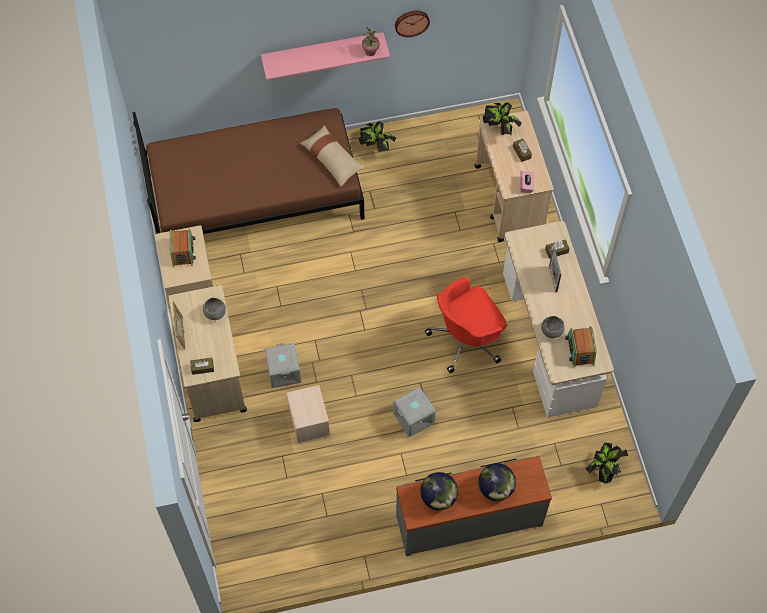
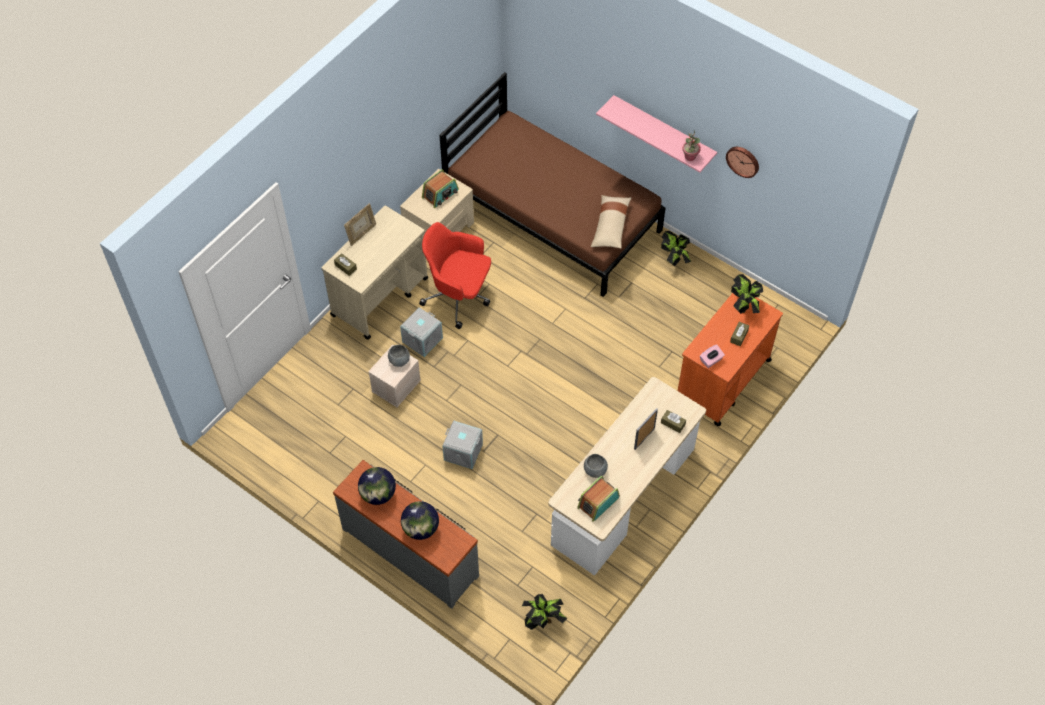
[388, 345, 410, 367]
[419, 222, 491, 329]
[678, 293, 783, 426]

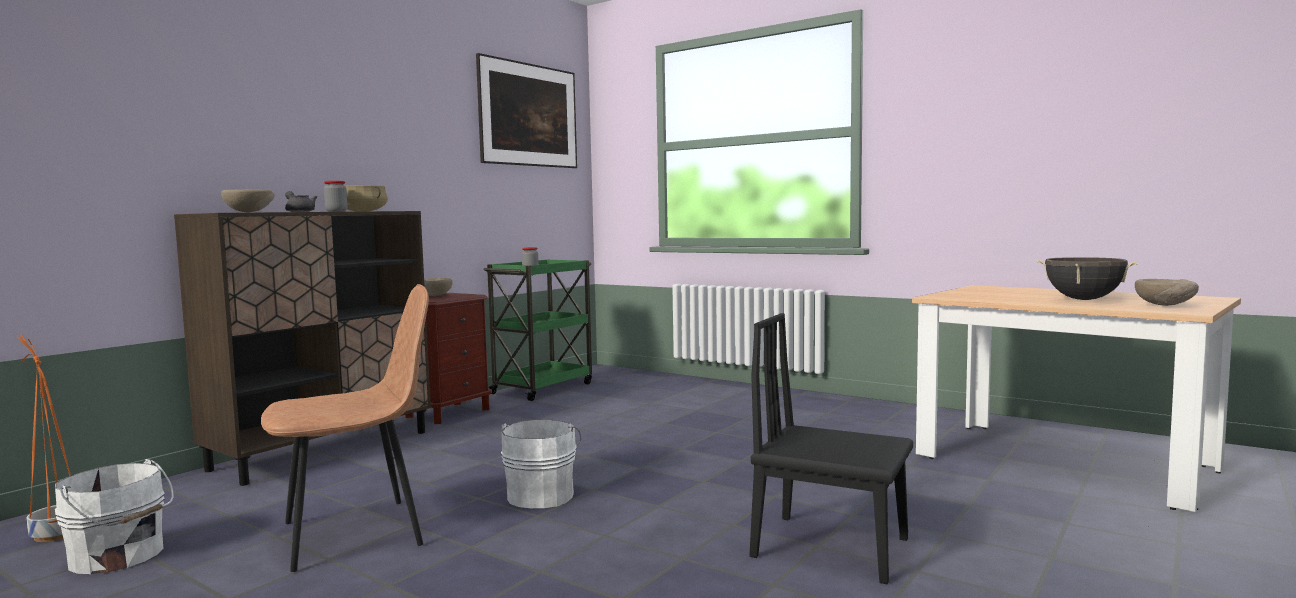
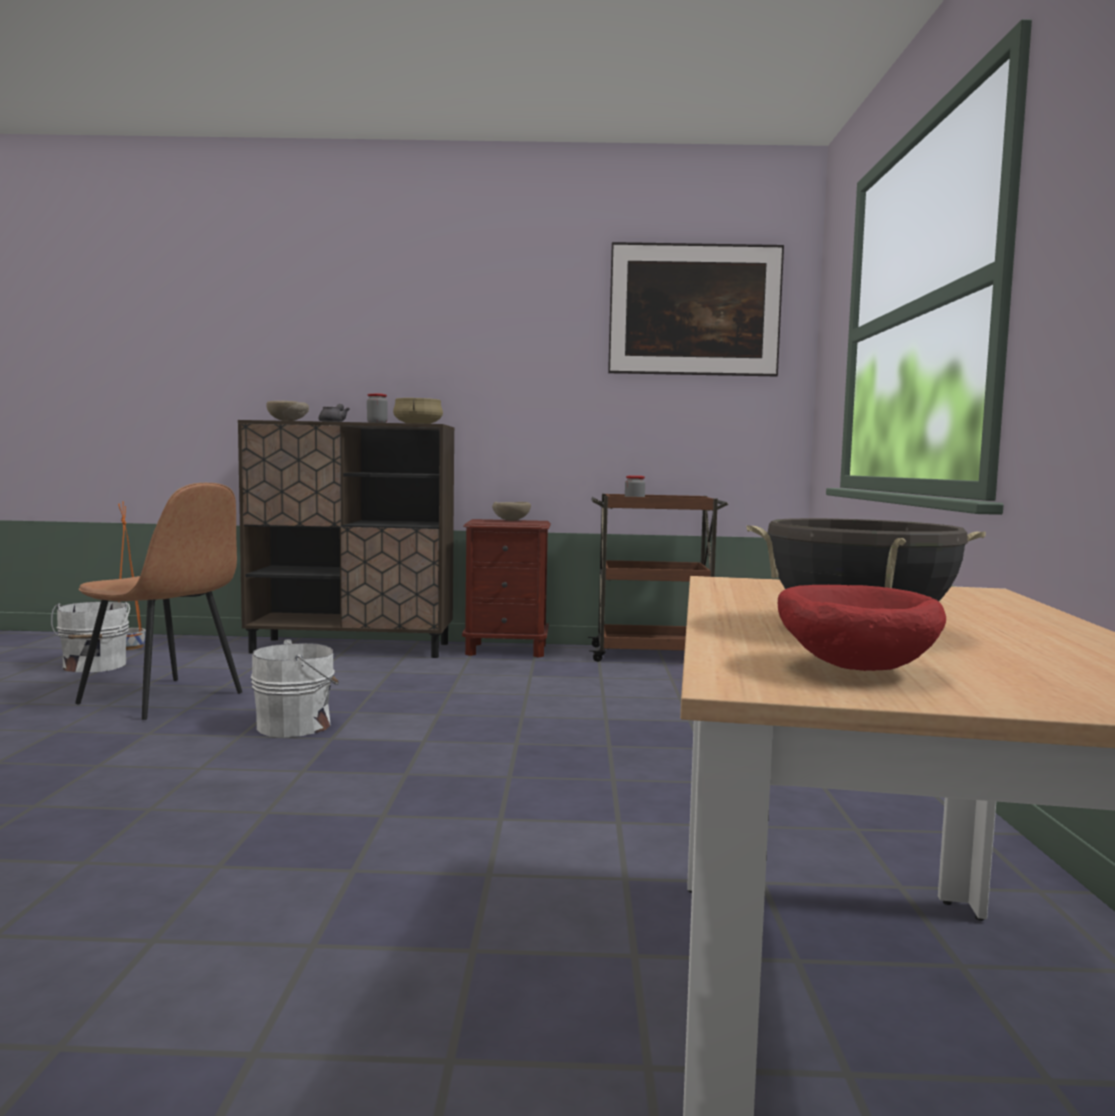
[588, 494, 728, 662]
[778, 585, 946, 671]
[750, 313, 913, 584] (first image)

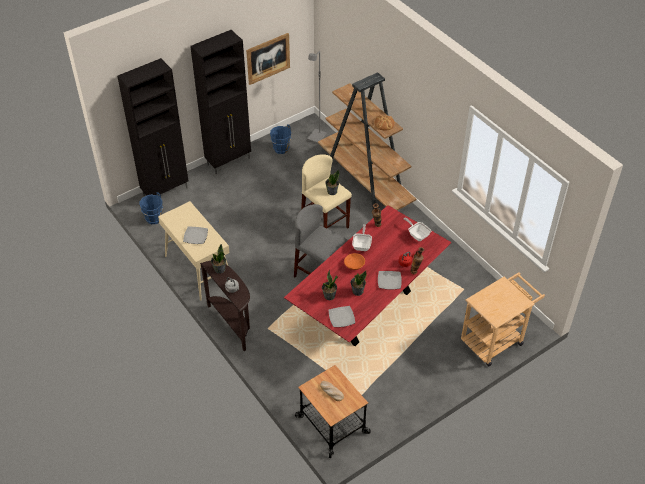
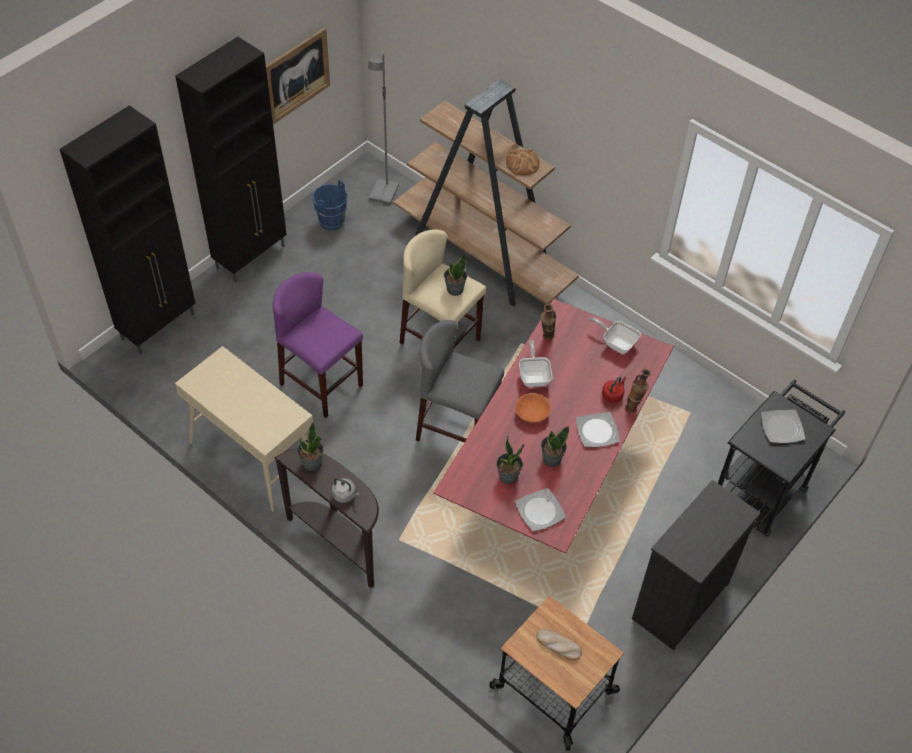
[273, 272, 363, 418]
[632, 480, 761, 650]
[718, 379, 845, 537]
[761, 410, 805, 443]
[140, 192, 163, 224] (first image)

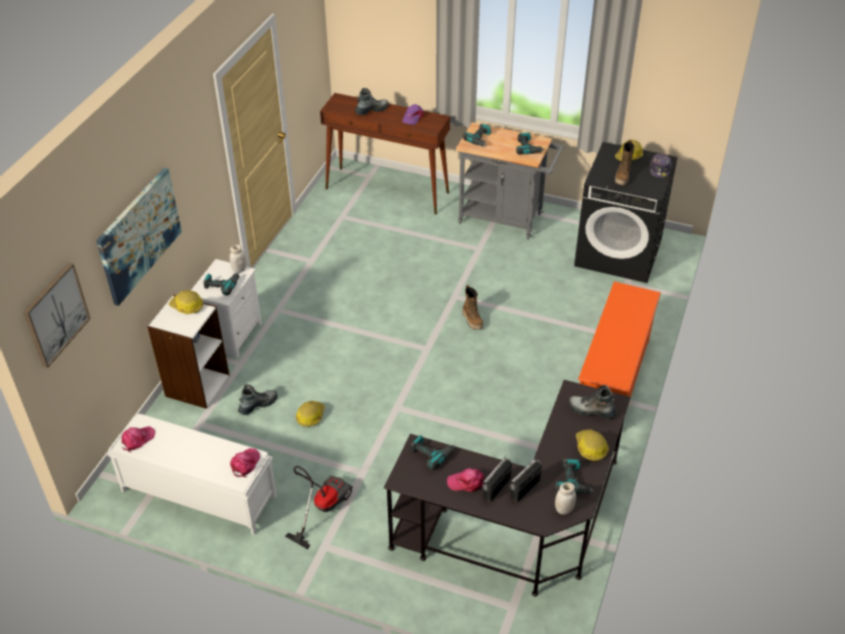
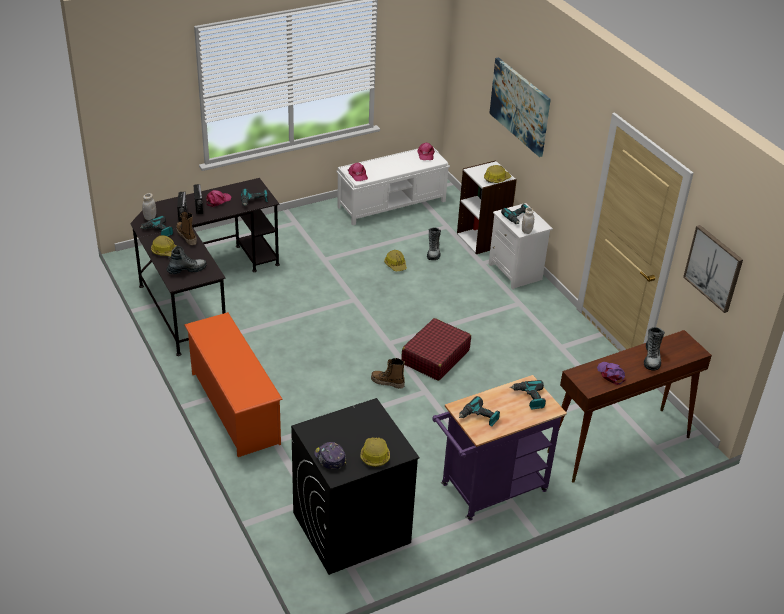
[176, 212, 197, 245]
[401, 318, 471, 381]
[432, 375, 567, 521]
[683, 225, 743, 313]
[285, 466, 353, 550] (first image)

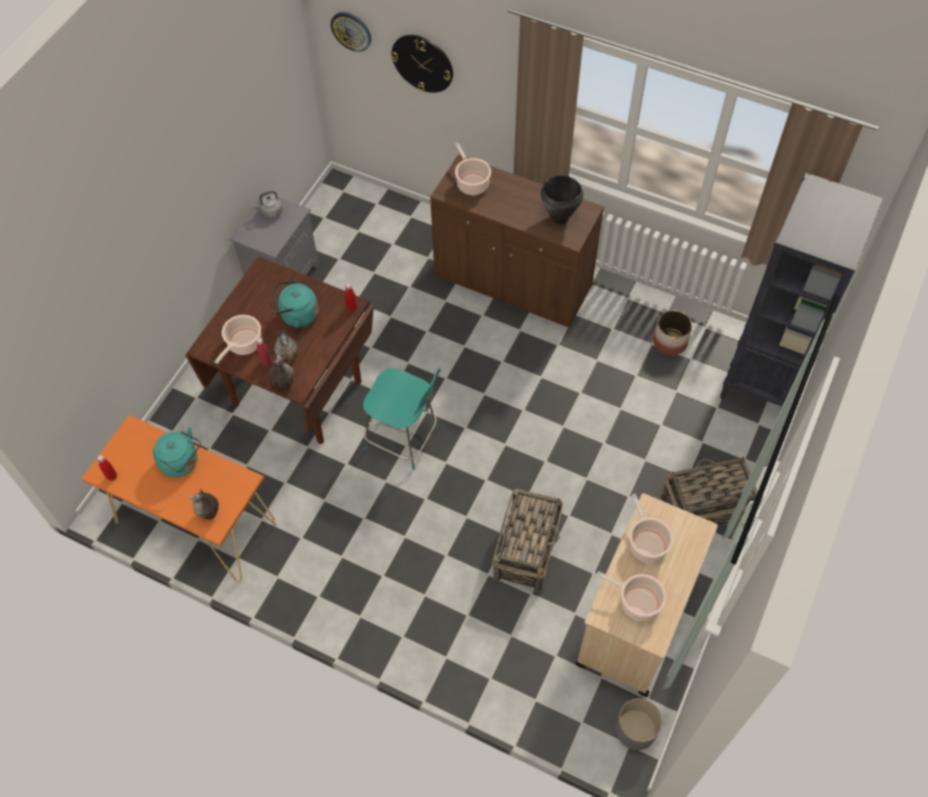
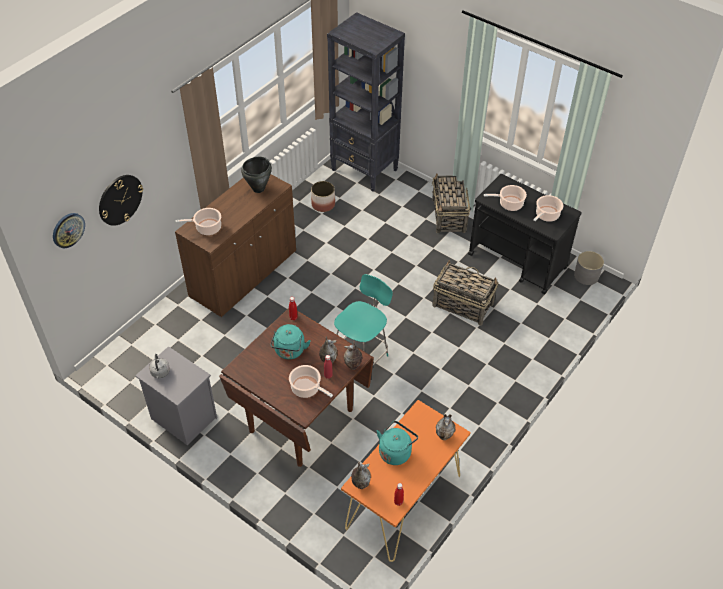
[351, 462, 371, 489]
[468, 174, 582, 294]

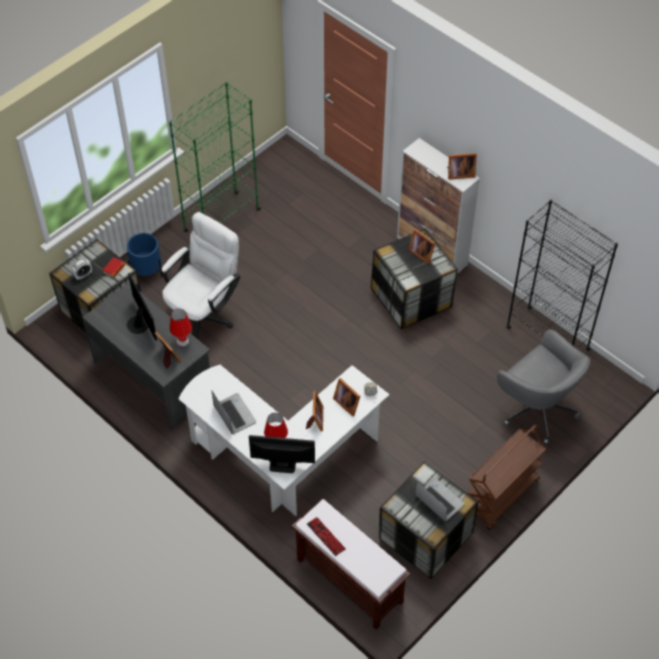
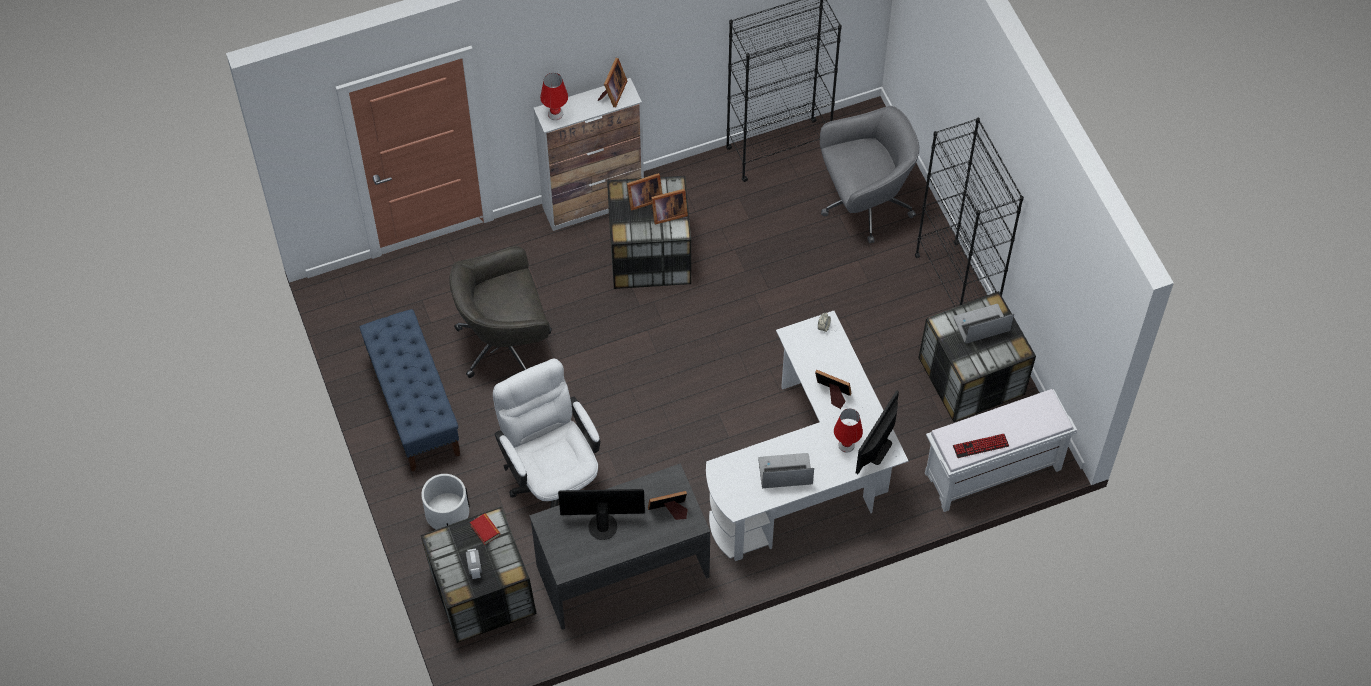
[359, 309, 460, 472]
[421, 474, 470, 530]
[449, 246, 552, 378]
[540, 73, 568, 120]
[651, 189, 688, 225]
[915, 118, 1024, 307]
[925, 389, 1077, 512]

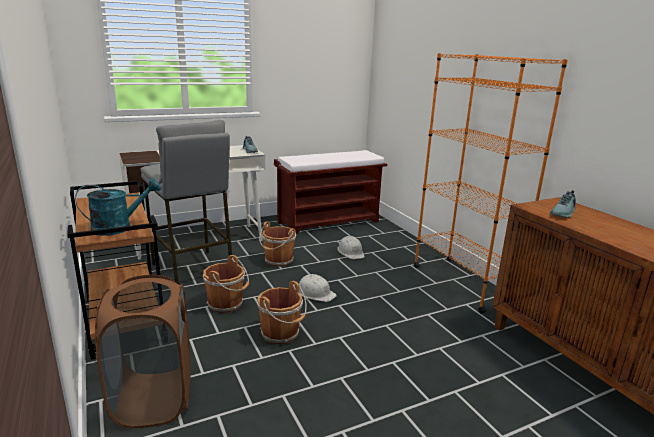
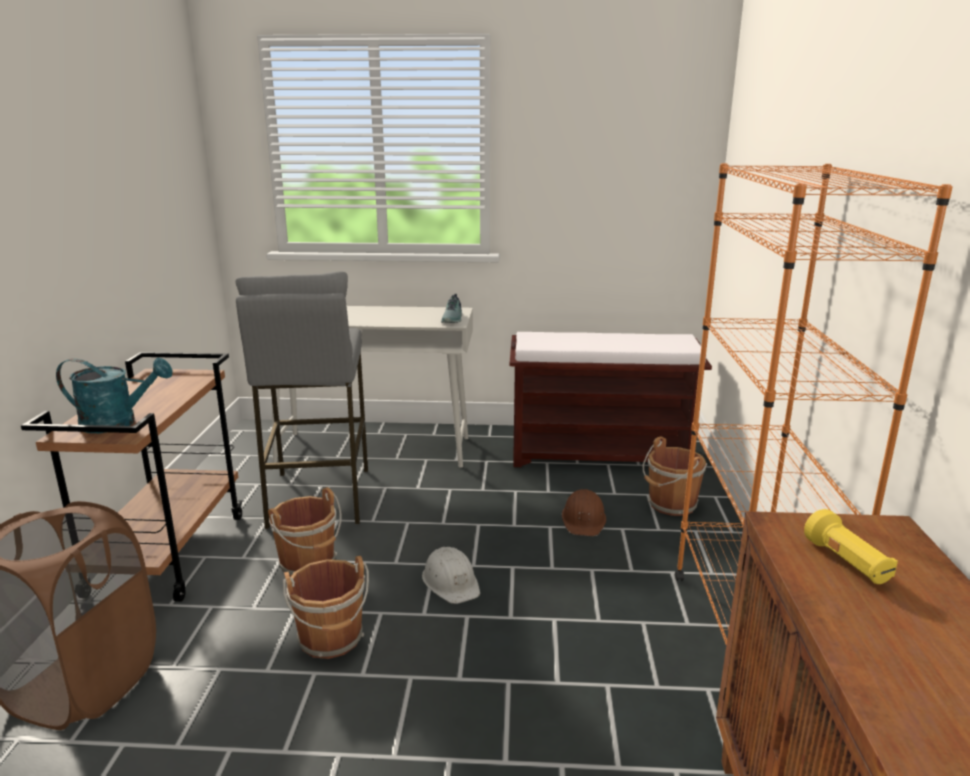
[562, 489, 606, 536]
[642, 437, 707, 516]
[804, 509, 898, 584]

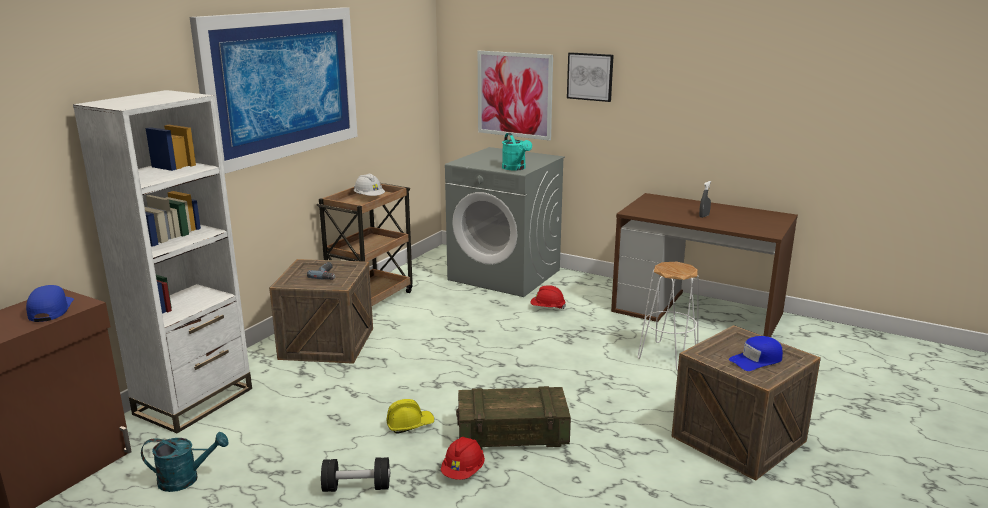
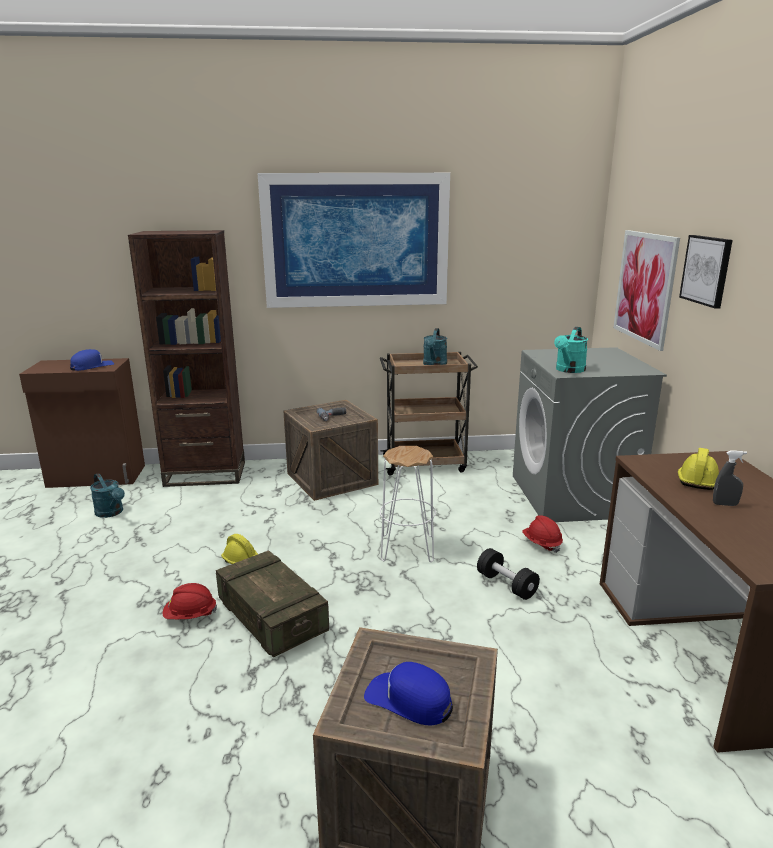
[128, 230, 245, 487]
[380, 446, 436, 562]
[423, 328, 447, 365]
[477, 548, 540, 600]
[678, 448, 719, 490]

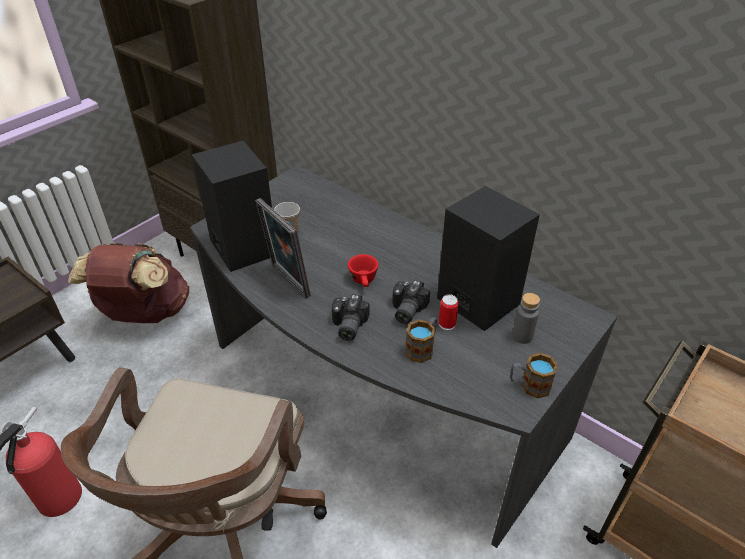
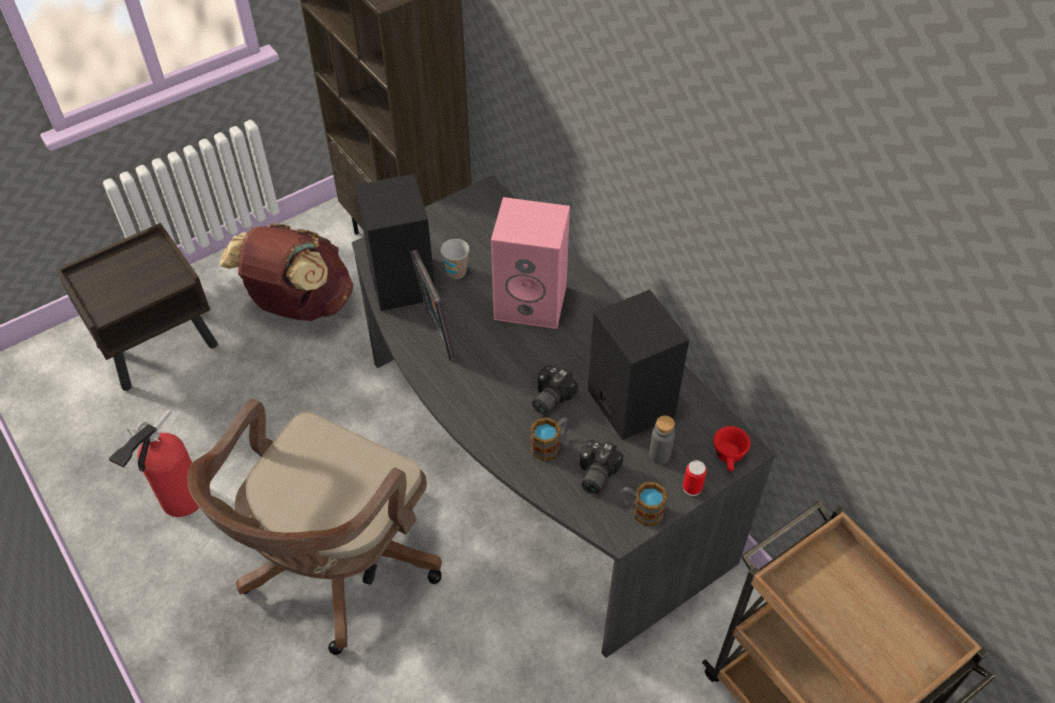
[491, 197, 570, 329]
[580, 440, 623, 494]
[683, 460, 707, 496]
[714, 426, 750, 471]

